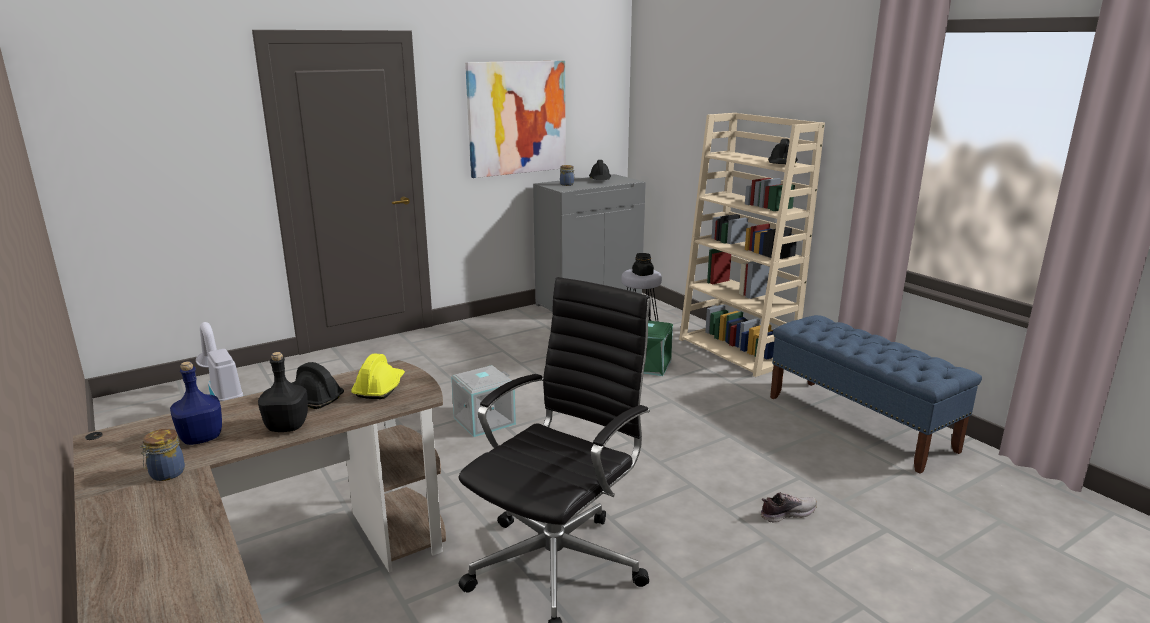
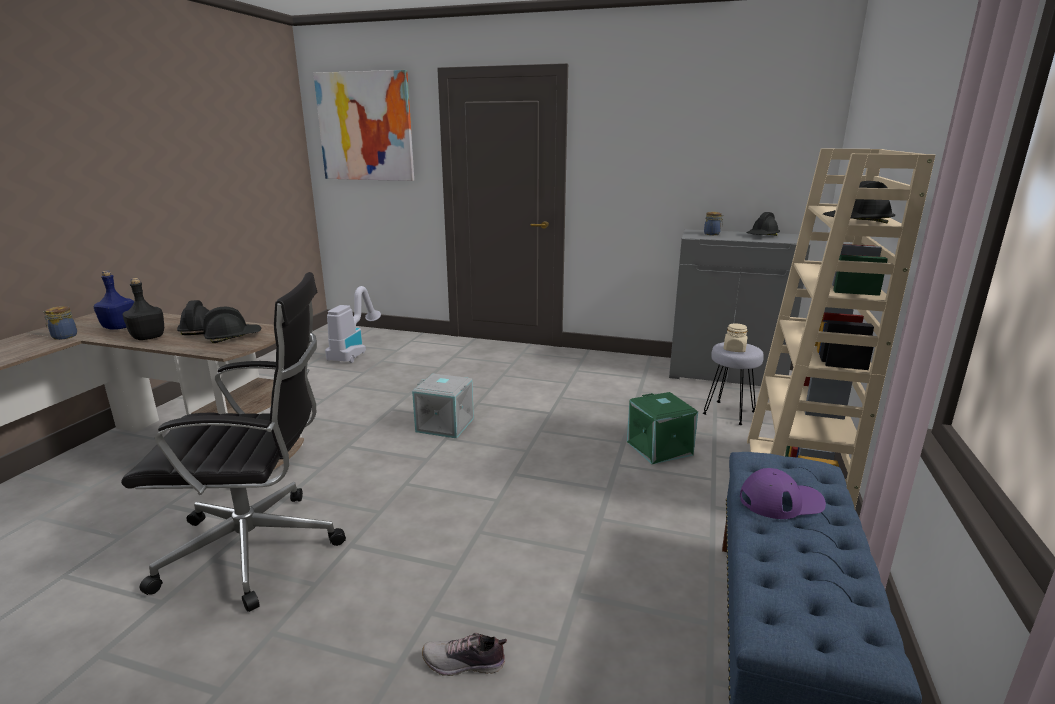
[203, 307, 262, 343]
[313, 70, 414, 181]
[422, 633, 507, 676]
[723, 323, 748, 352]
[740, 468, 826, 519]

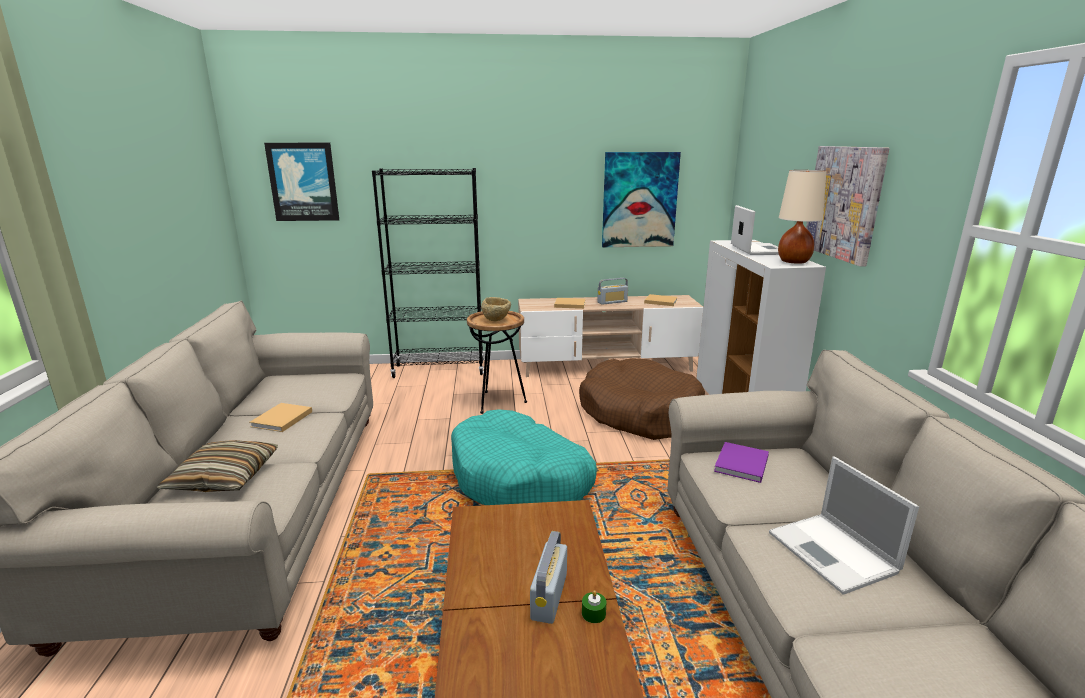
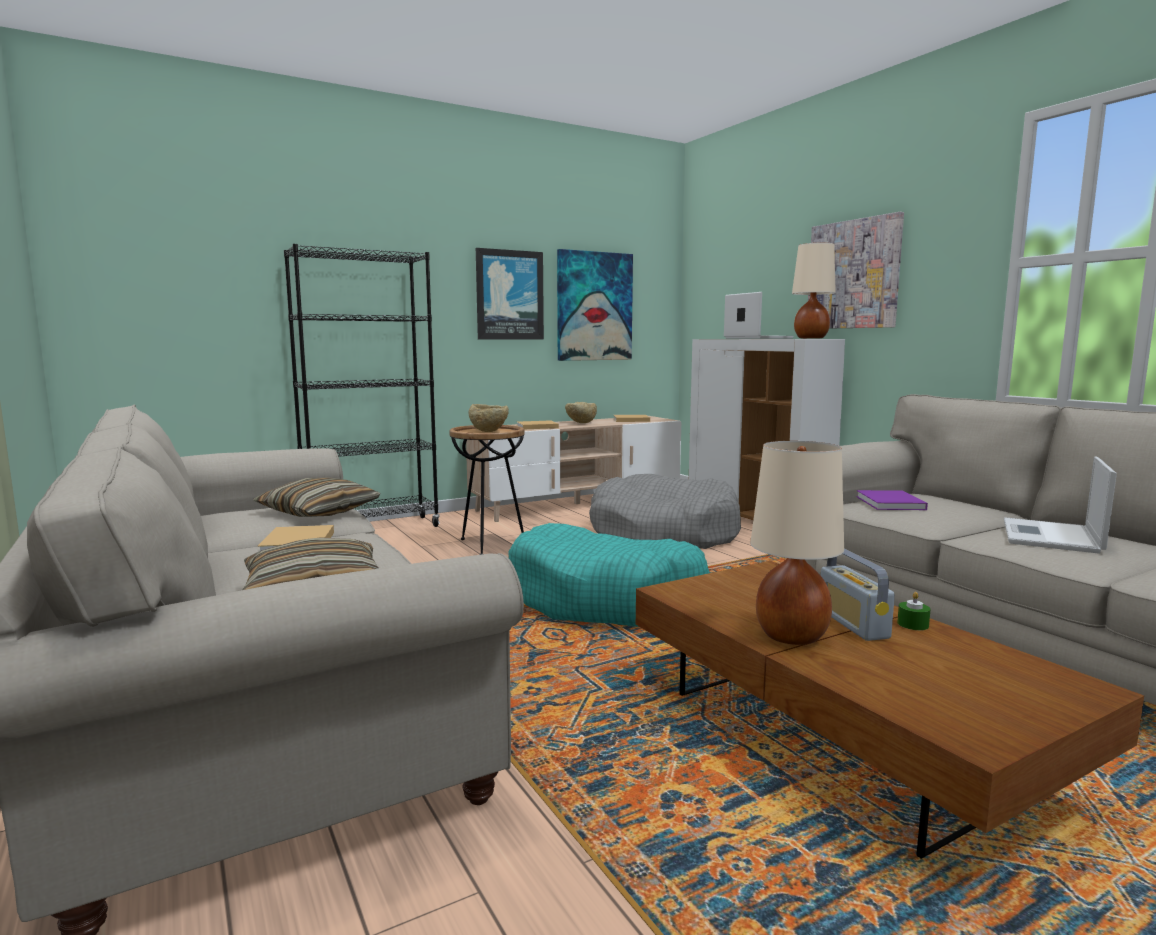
[253, 478, 381, 517]
[476, 248, 544, 340]
[565, 402, 597, 423]
[589, 474, 741, 549]
[750, 441, 844, 645]
[1004, 456, 1117, 554]

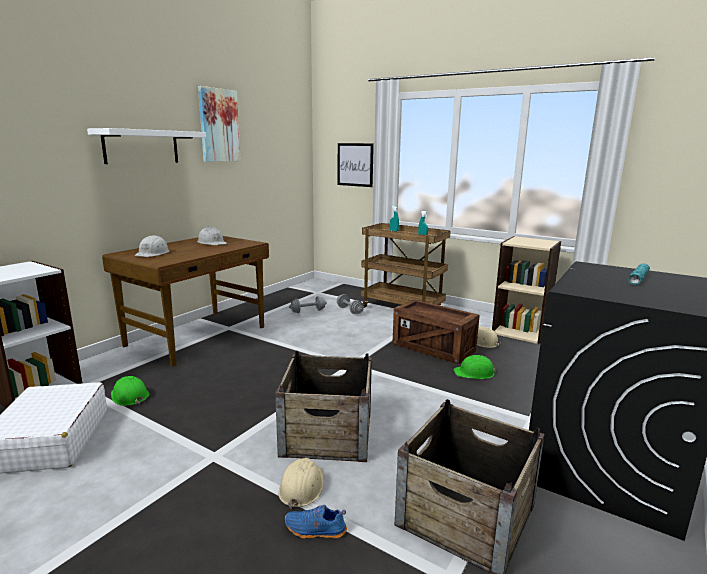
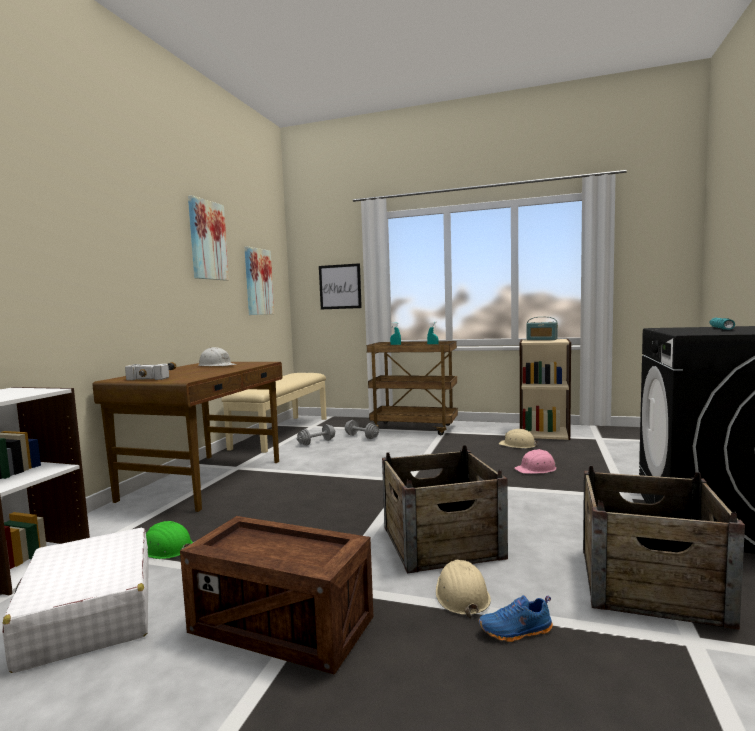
[125, 362, 176, 380]
[180, 516, 373, 675]
[222, 373, 327, 453]
[244, 246, 274, 315]
[514, 449, 556, 474]
[527, 317, 558, 340]
[87, 128, 206, 164] (first image)

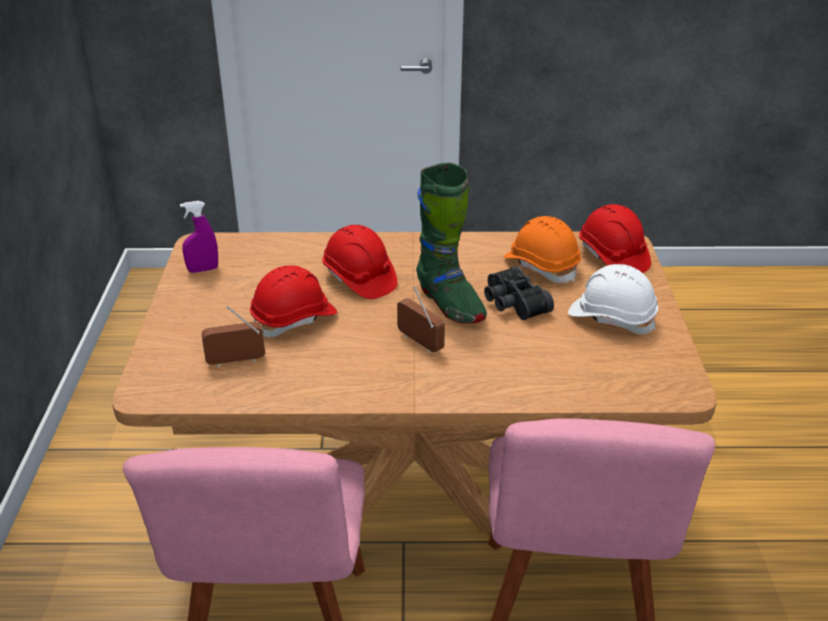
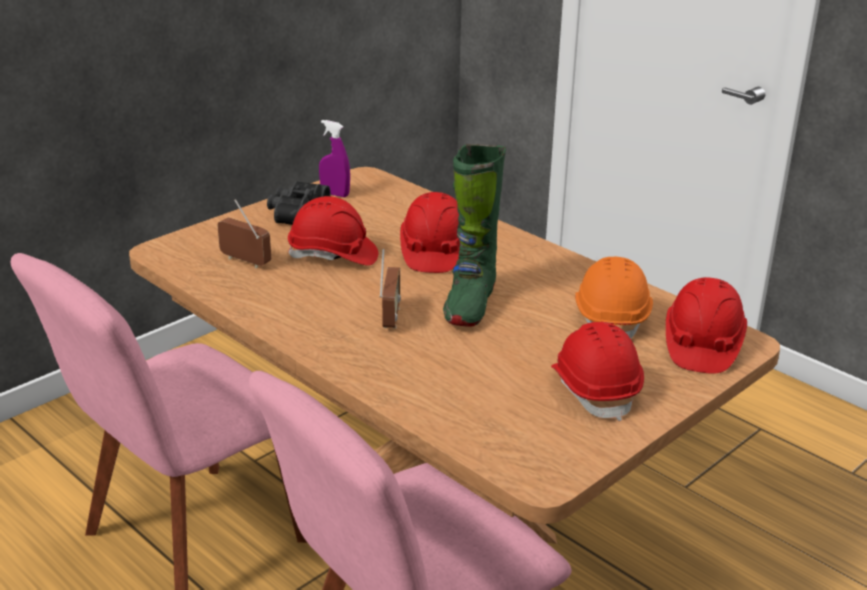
[267, 181, 331, 225]
[551, 322, 644, 421]

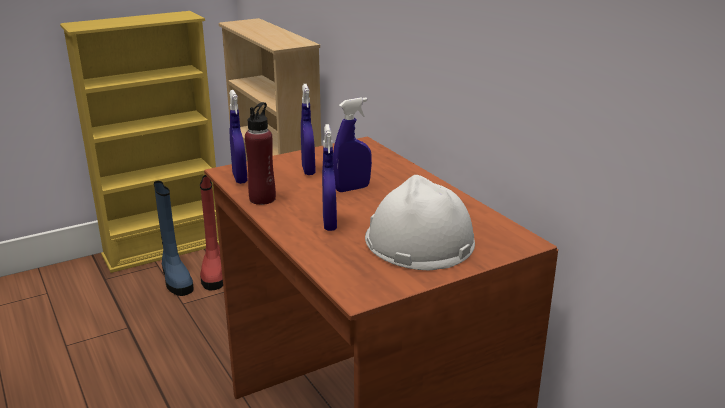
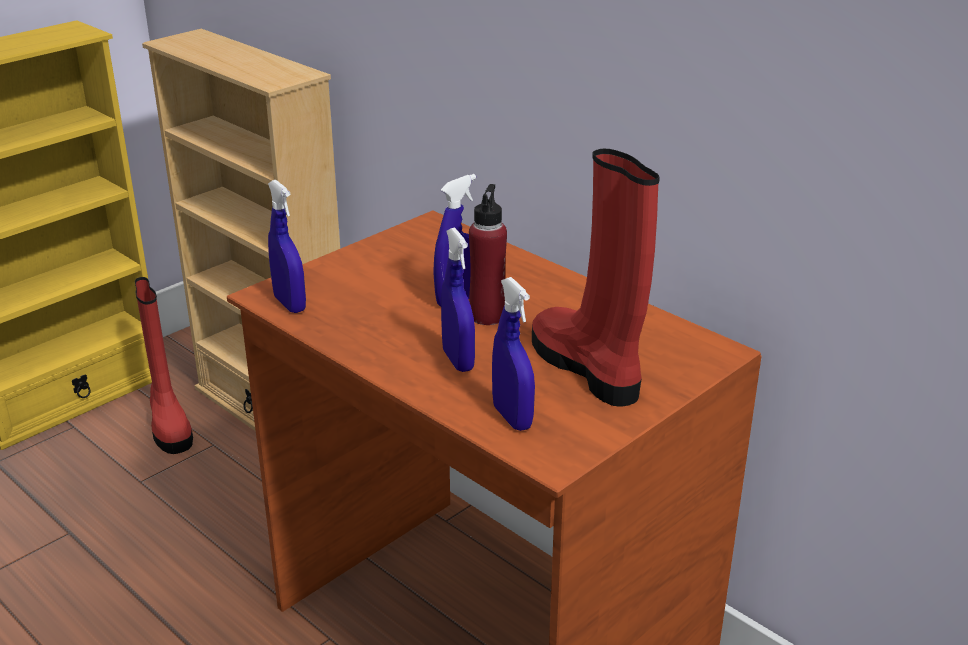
[469, 184, 507, 325]
[492, 277, 535, 431]
[532, 148, 660, 407]
[154, 181, 194, 296] (first image)

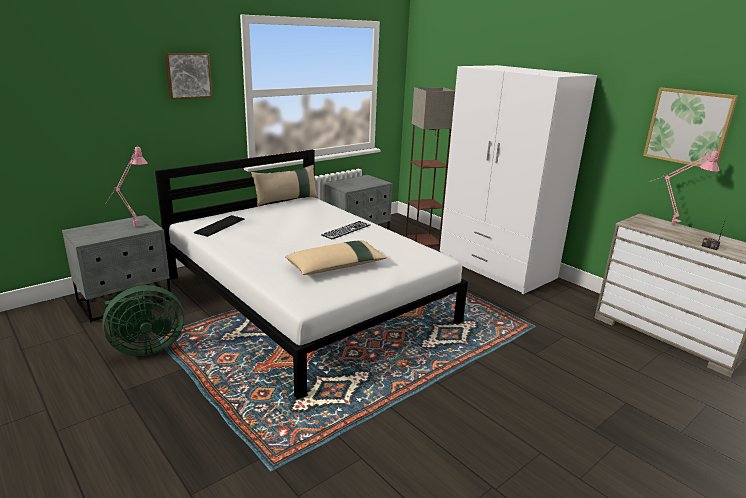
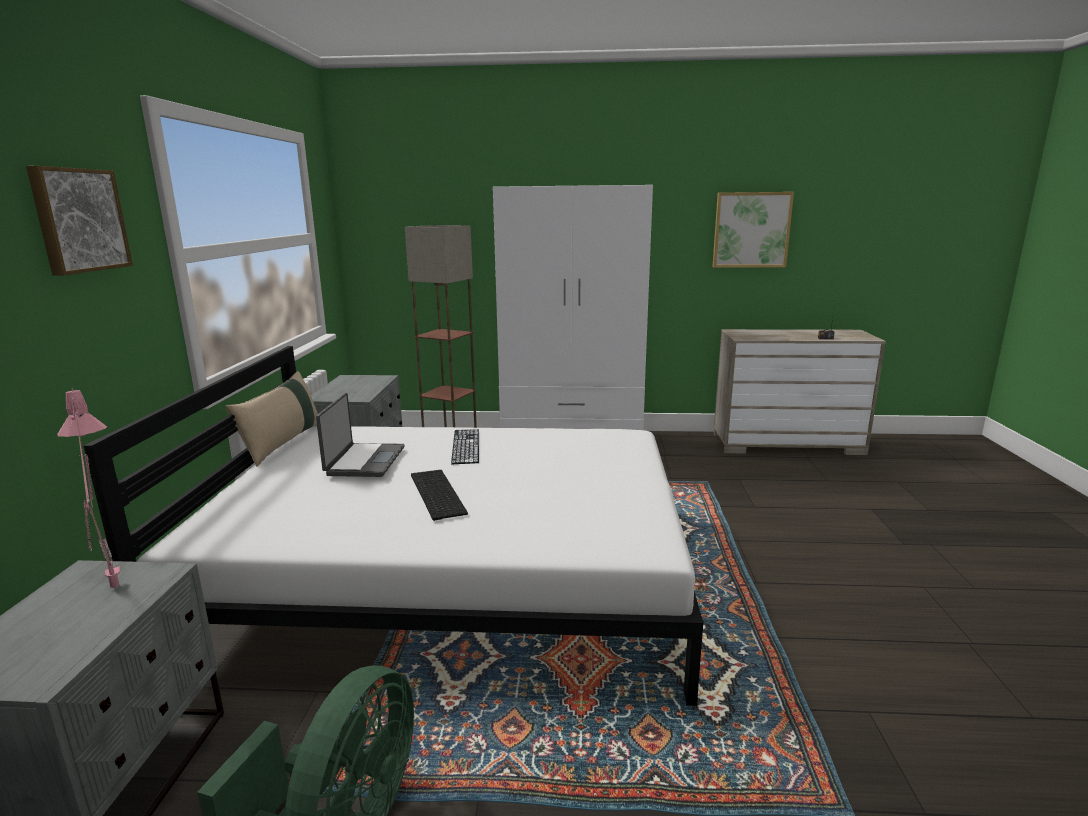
[316, 393, 404, 477]
[411, 470, 468, 521]
[285, 240, 387, 275] (first image)
[650, 150, 719, 224] (first image)

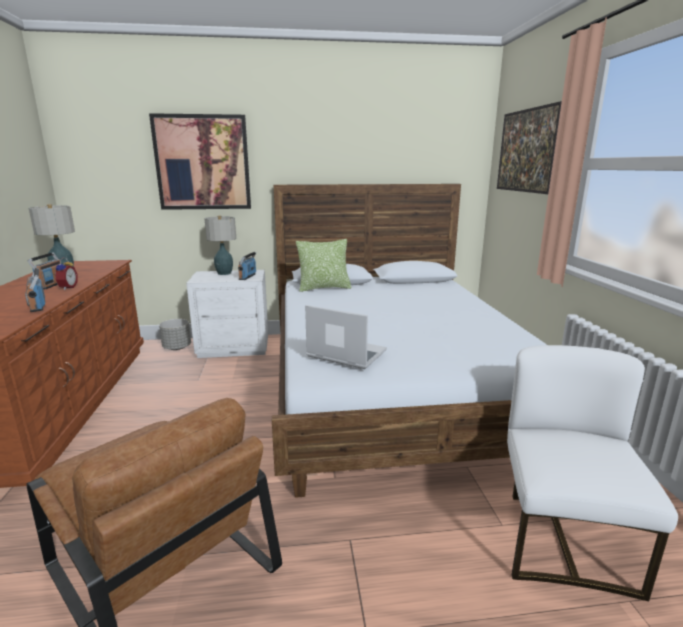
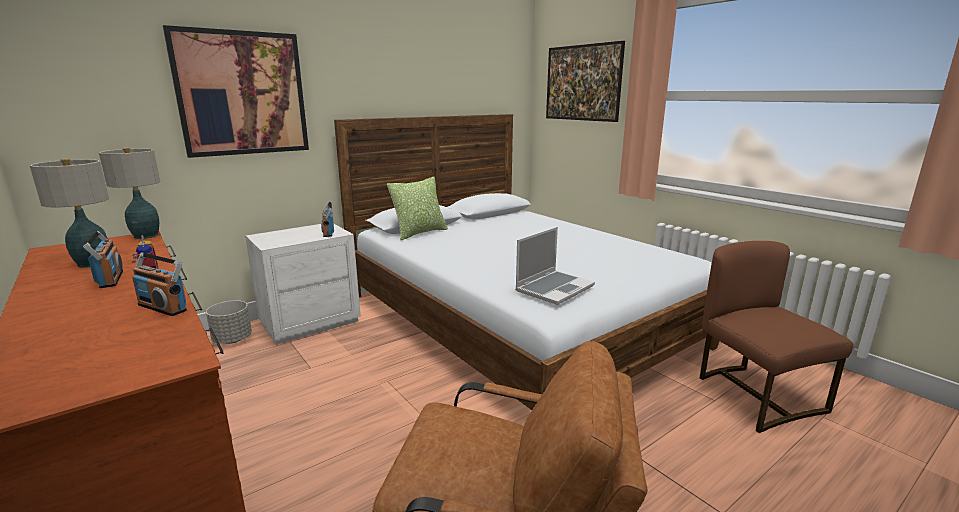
[99, 147, 160, 239]
[515, 227, 595, 305]
[700, 241, 853, 433]

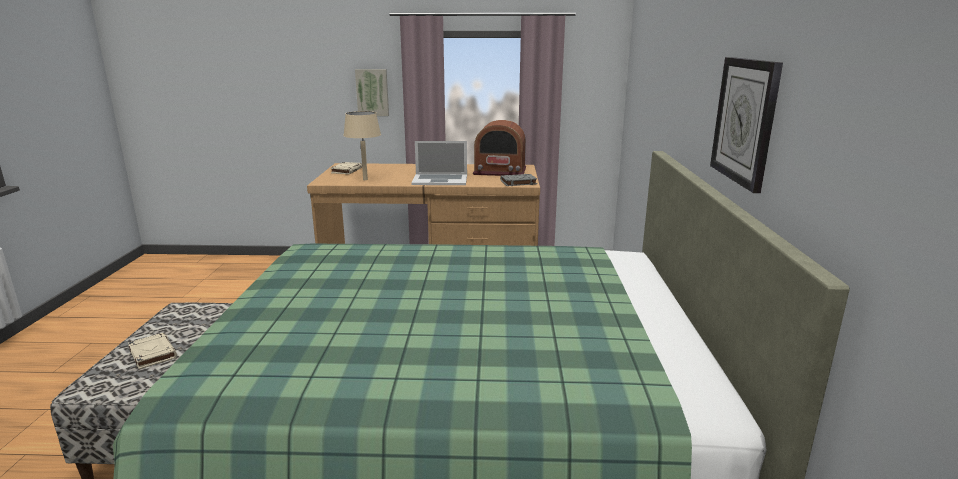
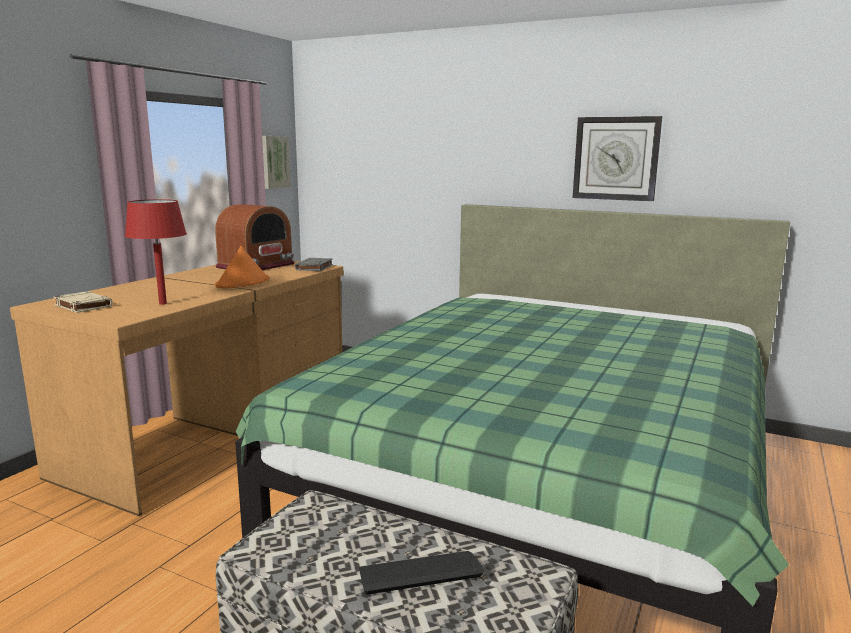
[125, 199, 187, 305]
[215, 246, 269, 288]
[262, 136, 291, 189]
[359, 551, 484, 595]

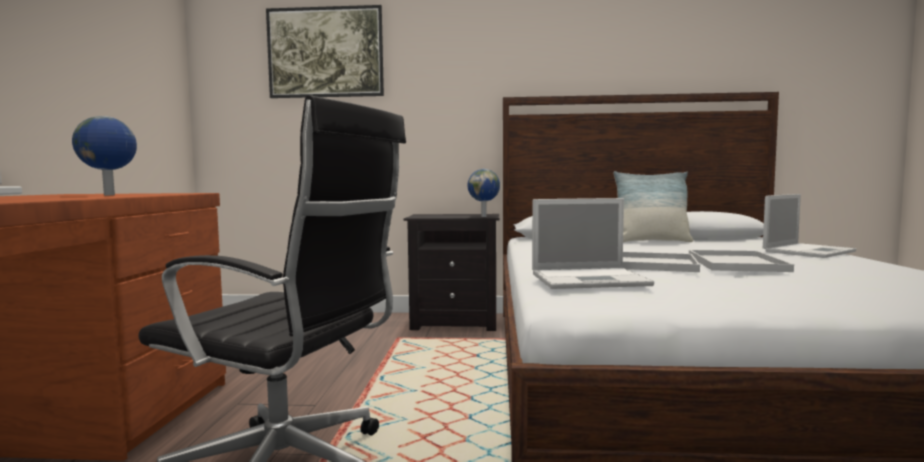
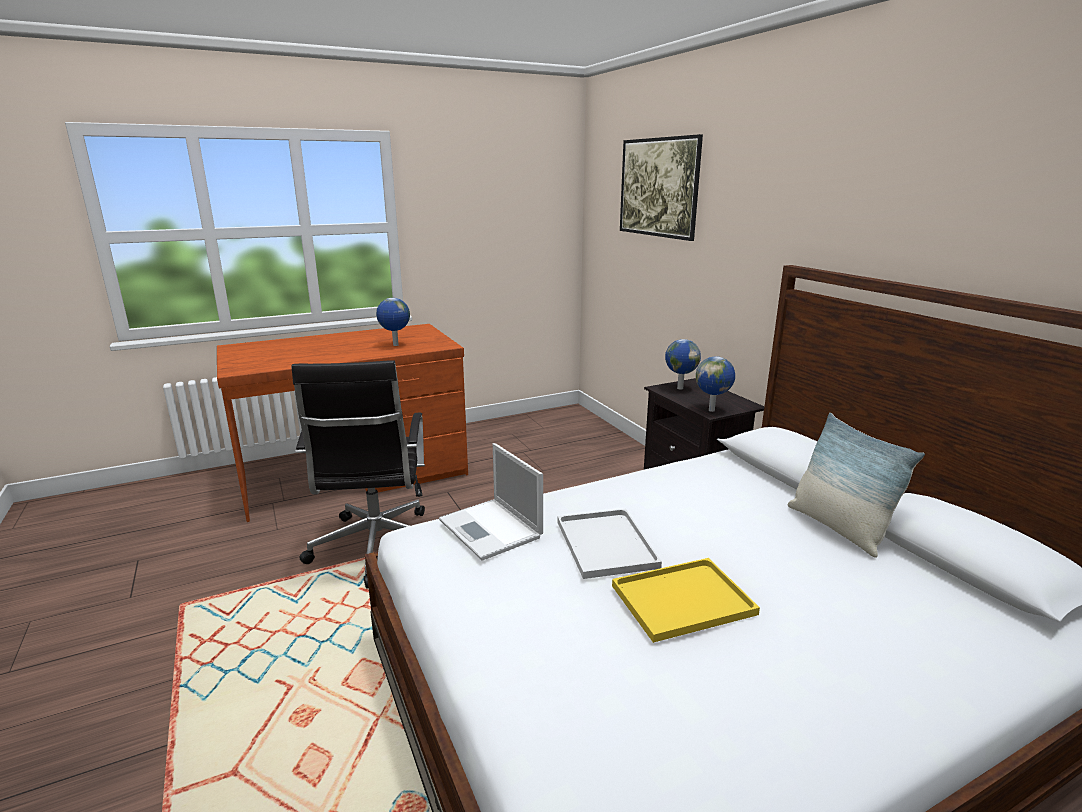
[612, 558, 760, 643]
[665, 339, 701, 389]
[763, 194, 856, 258] (first image)

